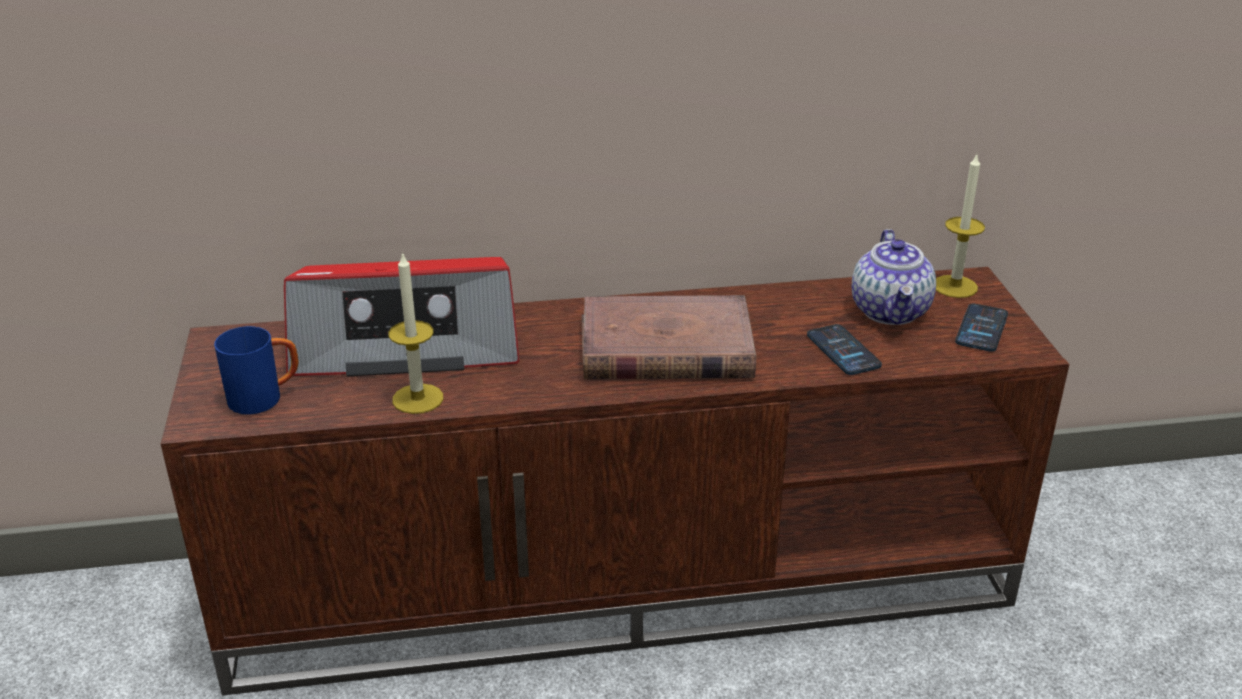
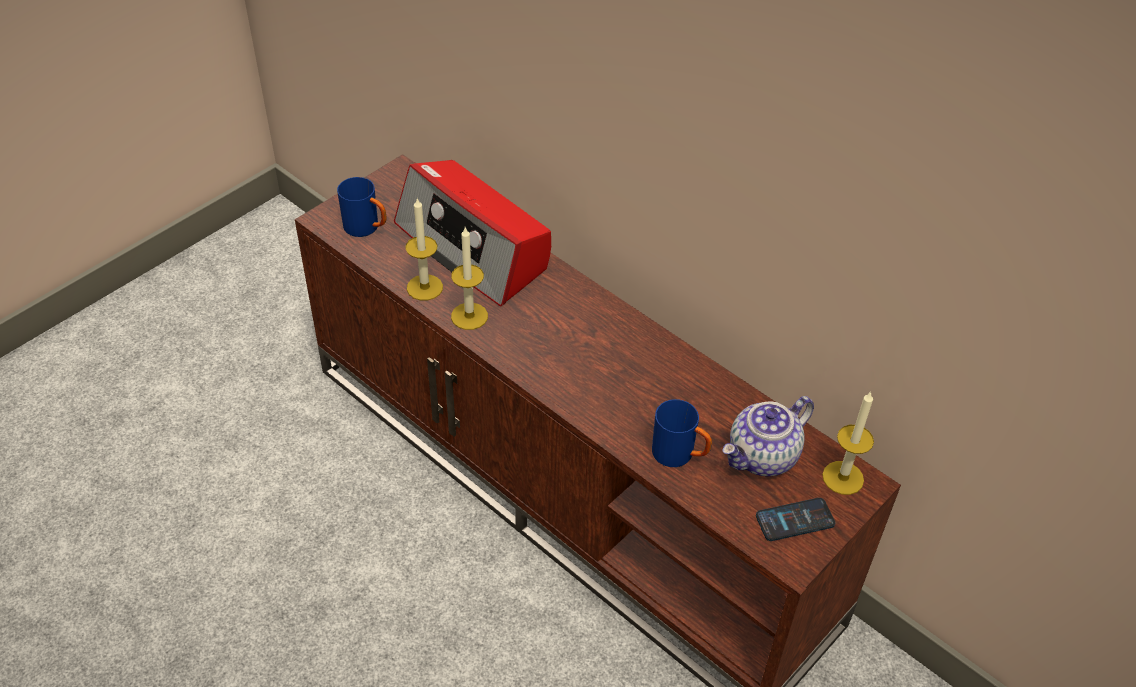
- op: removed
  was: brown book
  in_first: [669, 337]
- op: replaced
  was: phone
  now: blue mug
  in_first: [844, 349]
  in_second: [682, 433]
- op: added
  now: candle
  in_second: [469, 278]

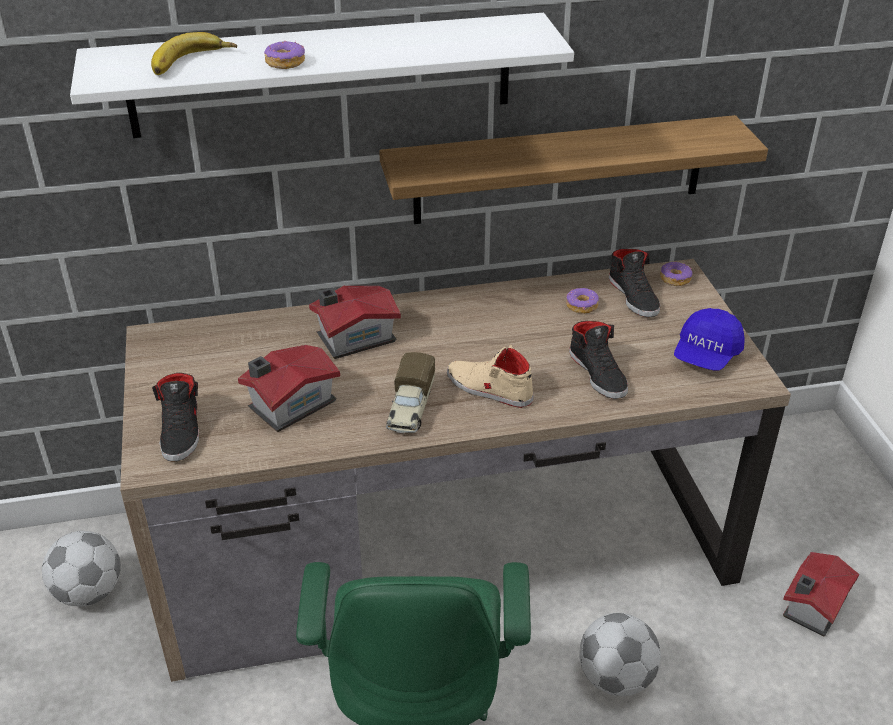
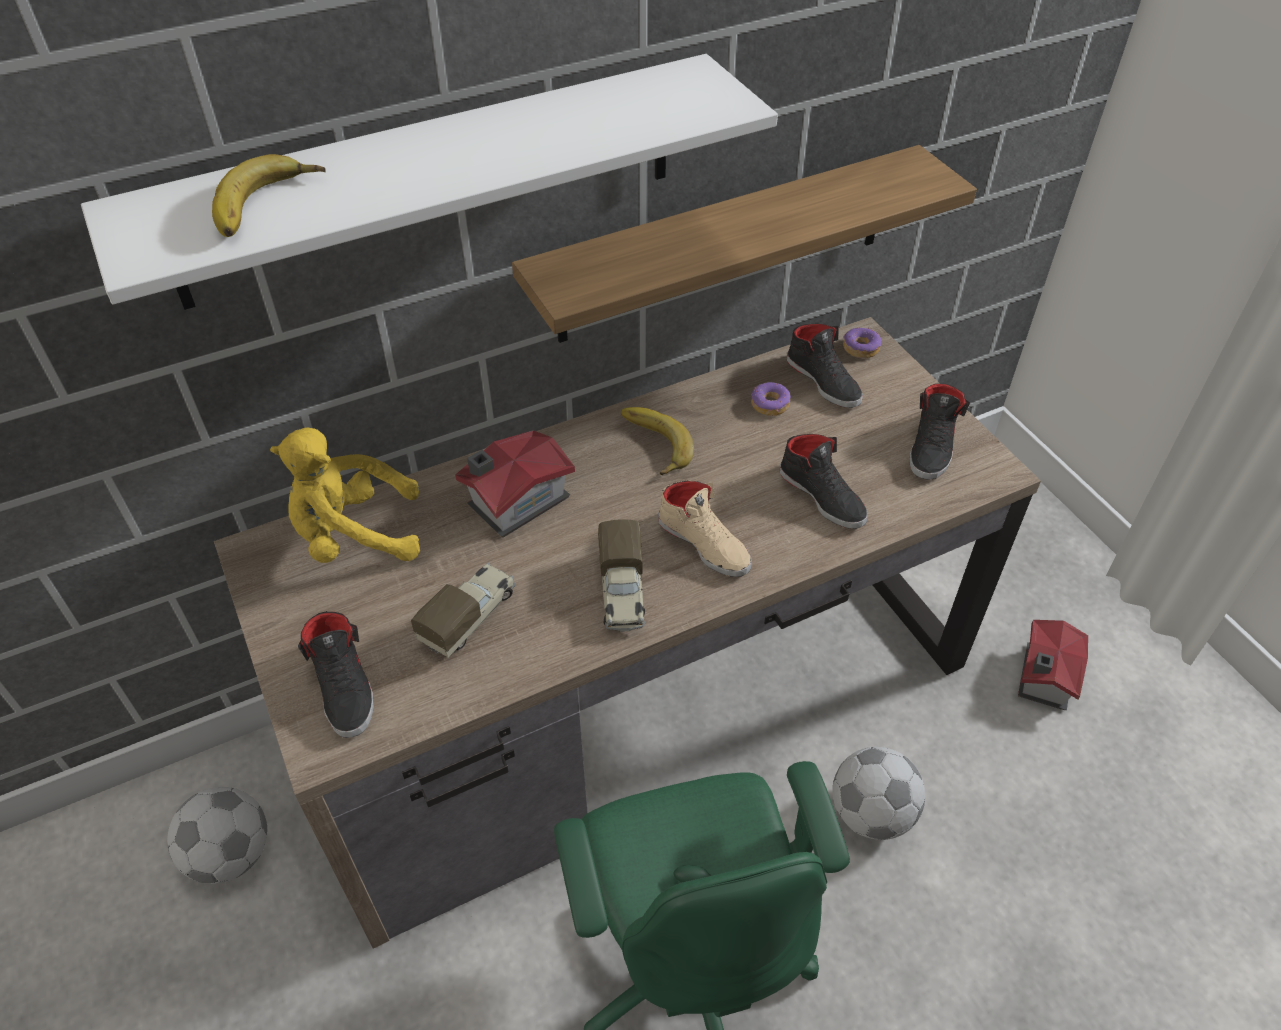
- op: replaced
  was: toy house
  now: toy truck
  in_first: [289, 388]
  in_second: [463, 610]
- op: removed
  was: donut
  in_first: [284, 55]
- op: turned
  was: beige shoe
  in_first: [490, 376]
  in_second: [705, 529]
  clockwise: -150
- op: replaced
  was: blue cap
  now: black shoe
  in_first: [709, 339]
  in_second: [940, 432]
- op: added
  now: yellow plush toy
  in_second: [345, 495]
- op: added
  now: banana
  in_second: [657, 441]

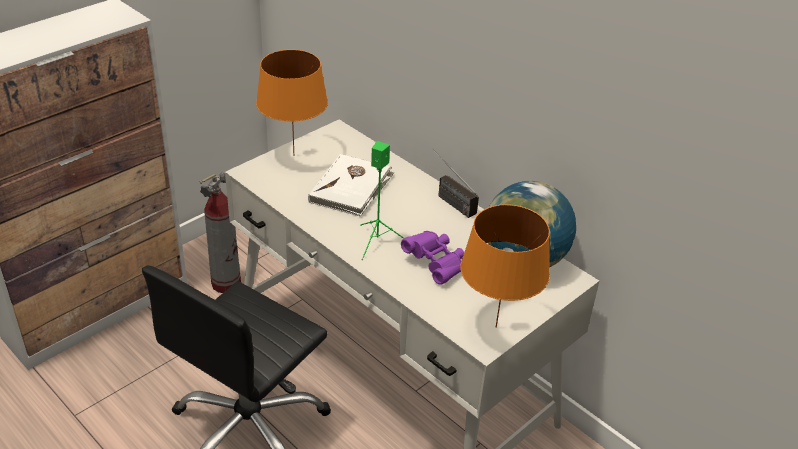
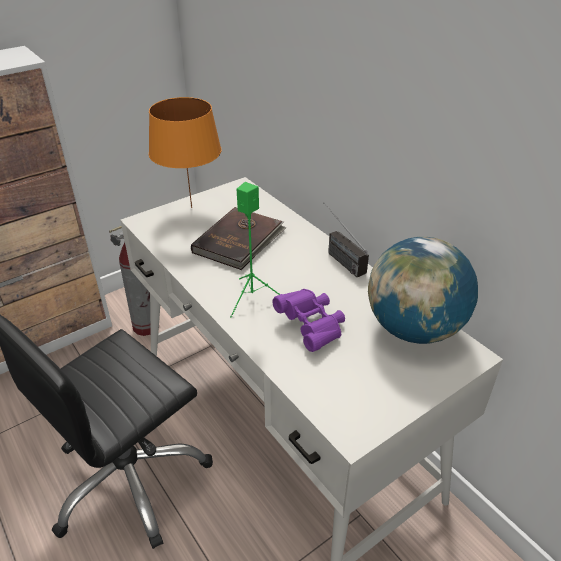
- op: recoloured
  was: white book
  now: brown book
  in_first: [351, 185]
  in_second: [239, 238]
- op: removed
  was: orange table lamp
  in_first: [505, 266]

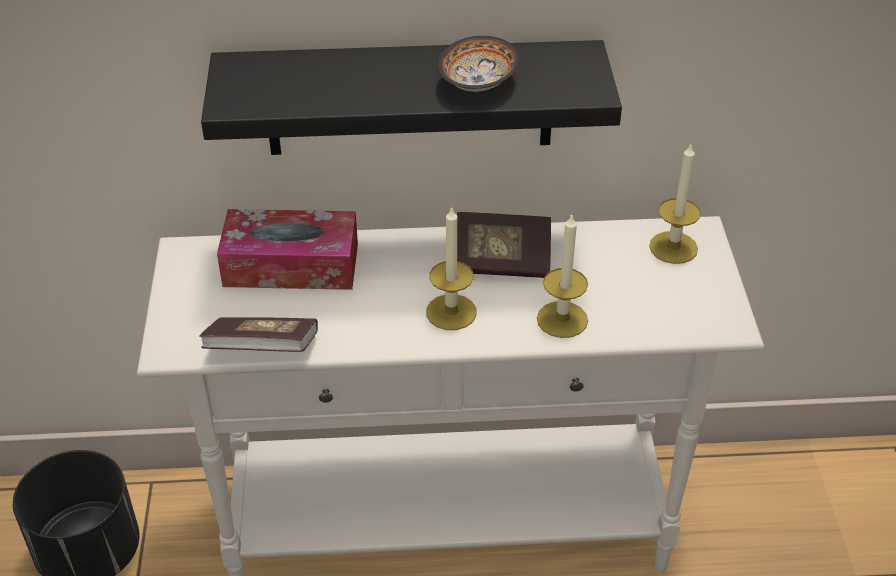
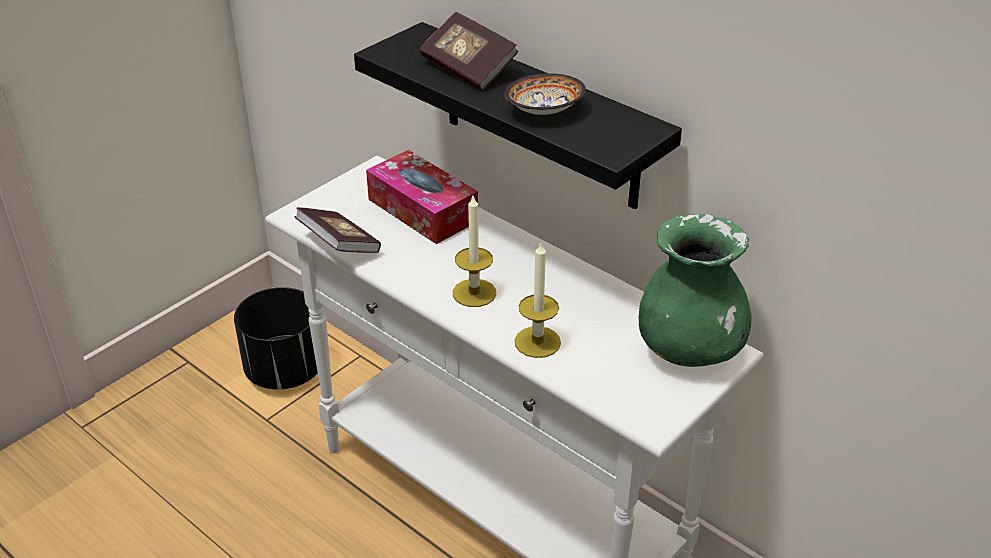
- op: moved
  was: book
  in_first: [504, 245]
  in_second: [469, 51]
- op: replaced
  was: candle
  now: green vase
  in_first: [675, 204]
  in_second: [695, 290]

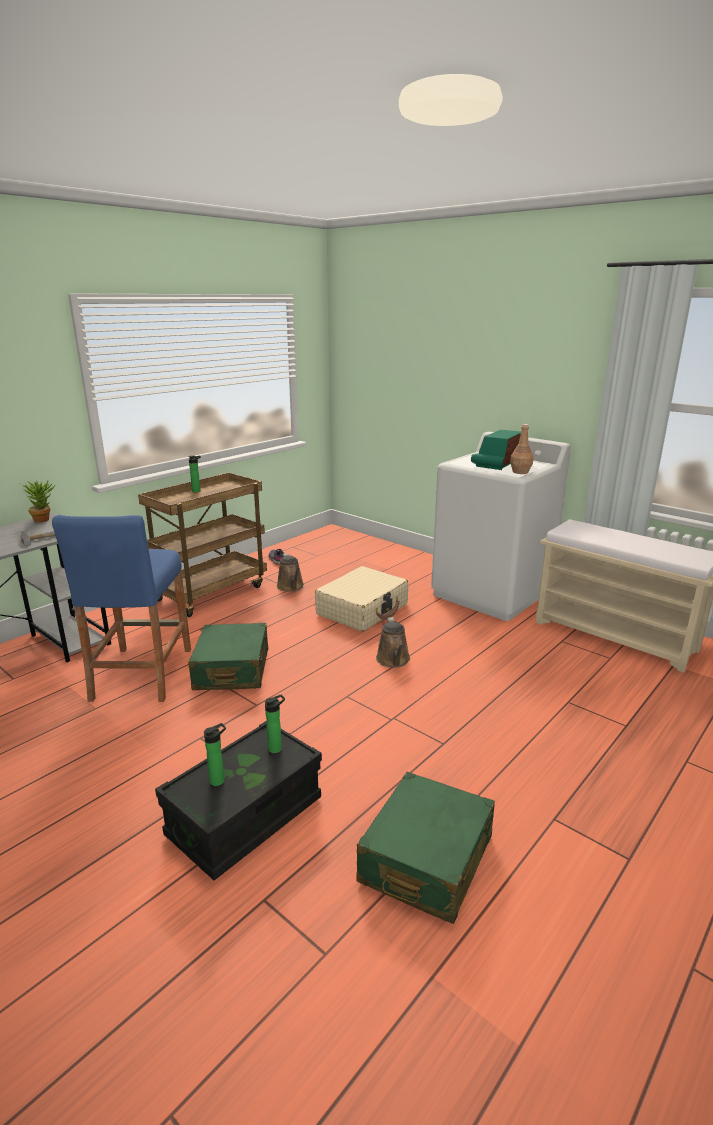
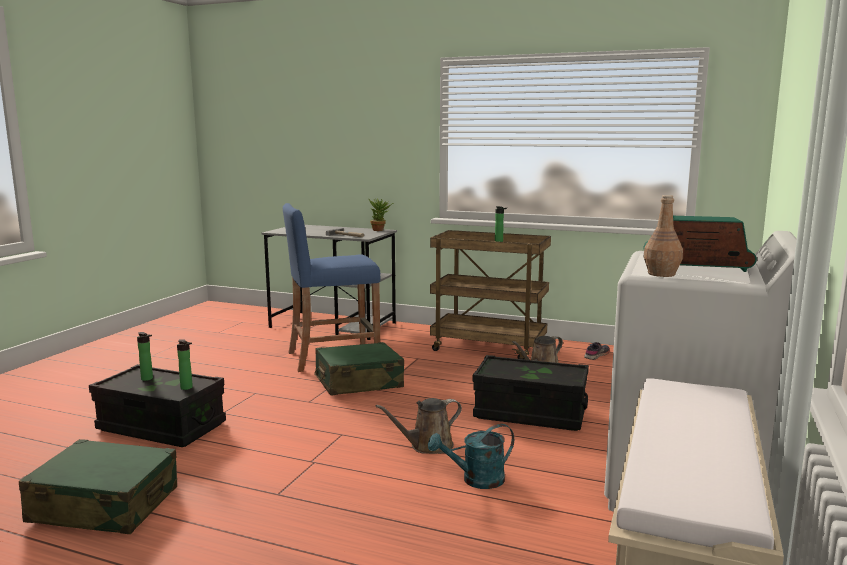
- op: replaced
  was: beige suitcase
  now: black storage box
  in_first: [361, 598]
  in_second: [530, 393]
- op: added
  now: turquoise watering can
  in_second: [471, 456]

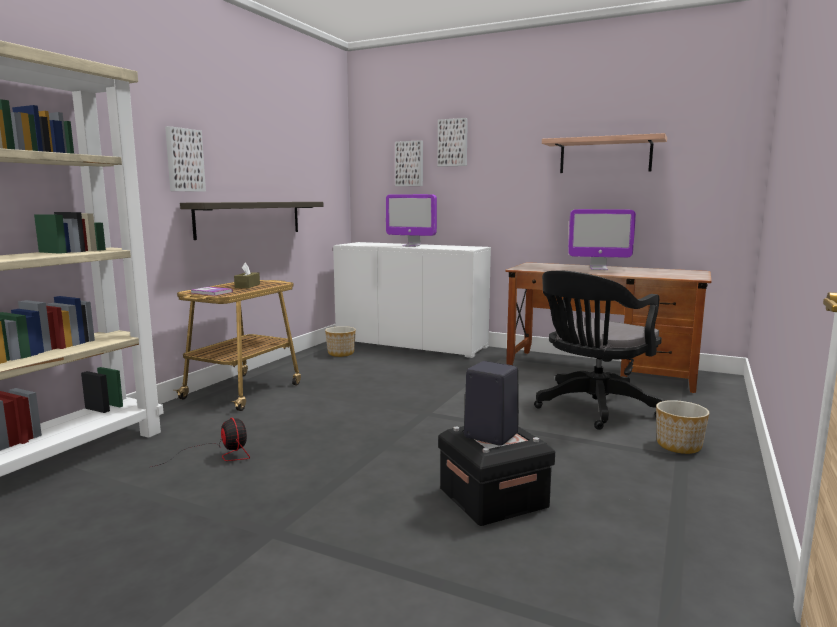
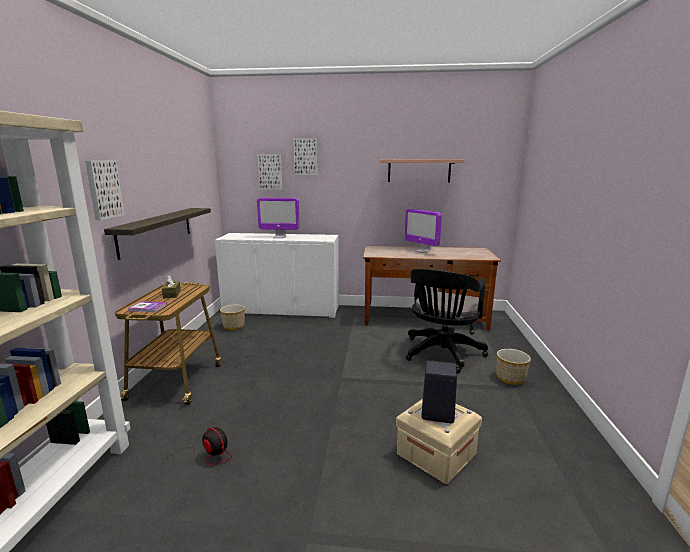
- op: recoloured
  was: black storage box
  now: beige storage box
  in_first: [496, 476]
  in_second: [439, 441]
- op: turned
  was: monitor
  in_first: [602, 239]
  in_second: [423, 231]
  clockwise: 60

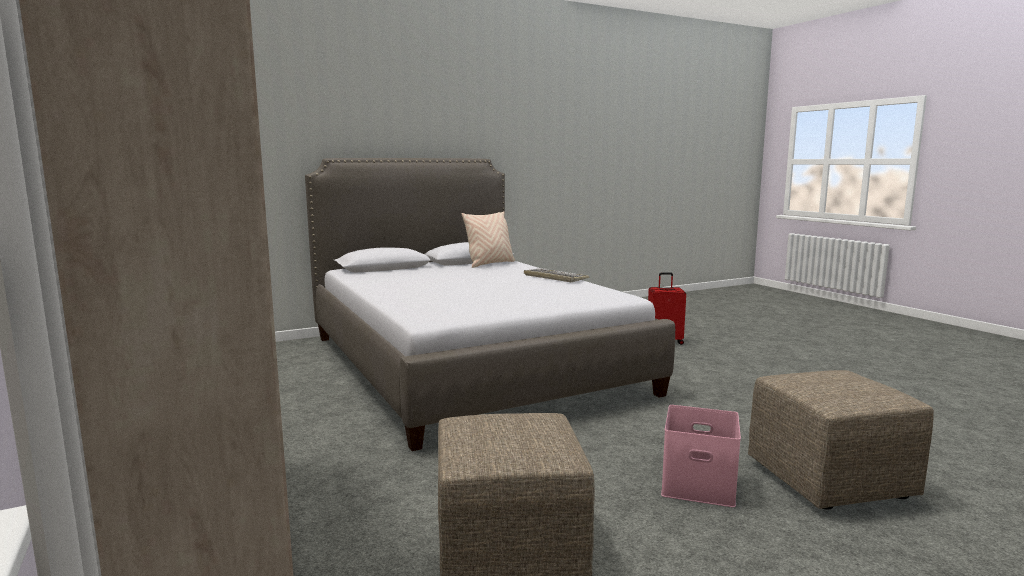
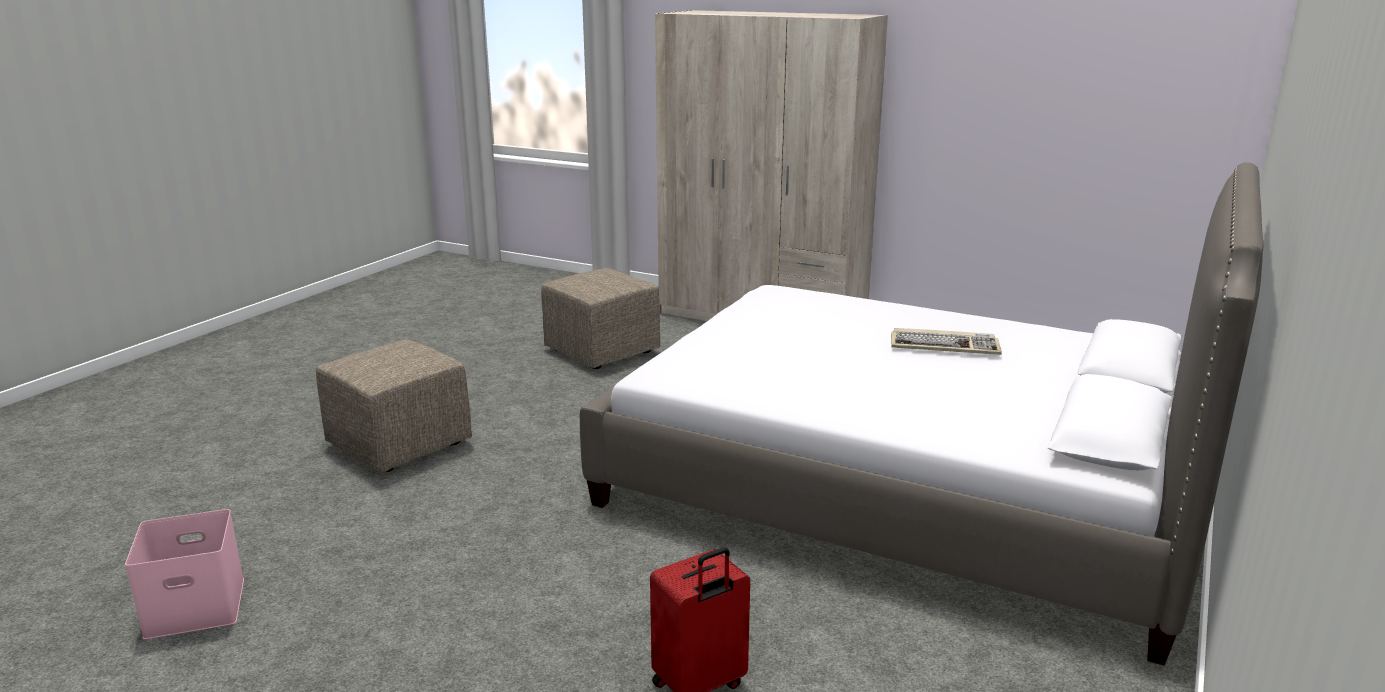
- op: removed
  was: beige pillow
  in_first: [488, 239]
- op: moved
  was: keyboard
  in_first: [556, 275]
  in_second: [946, 341]
- op: moved
  was: pink storage box
  in_first: [701, 456]
  in_second: [184, 574]

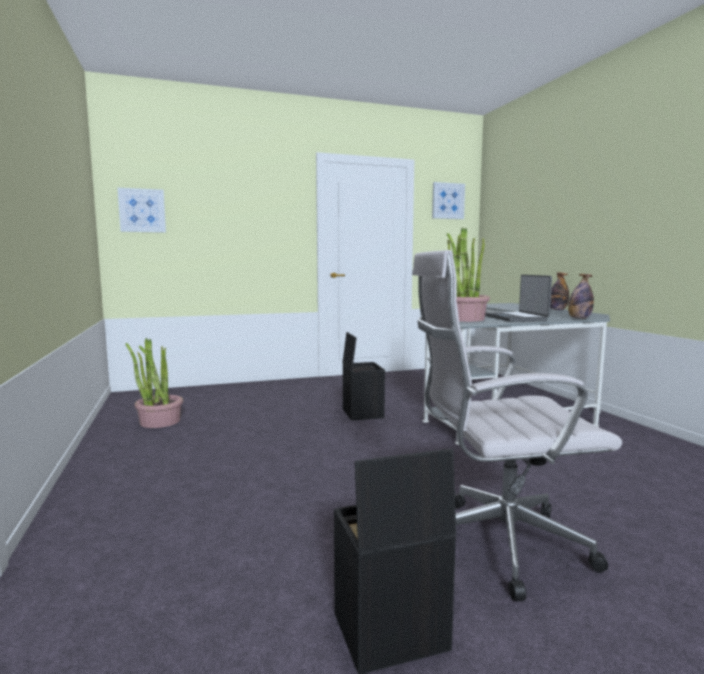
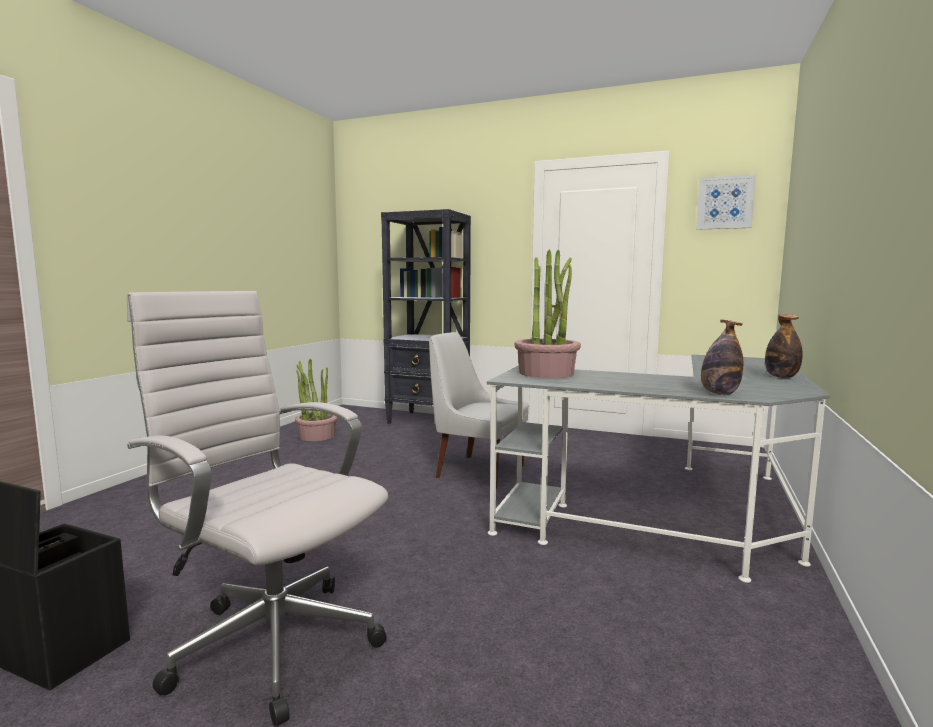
- op: removed
  was: picture
  in_first: [141, 210]
- op: replaced
  was: black storage box
  now: white chair
  in_first: [364, 376]
  in_second: [479, 410]
- op: removed
  was: laptop
  in_first: [518, 298]
- op: added
  now: black bookcase
  in_second: [426, 316]

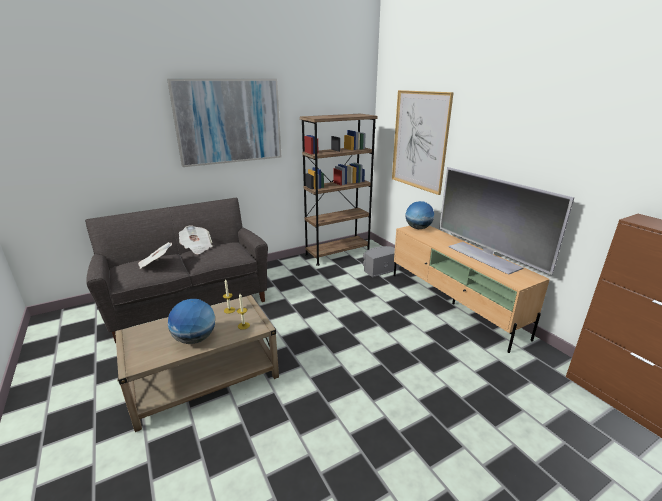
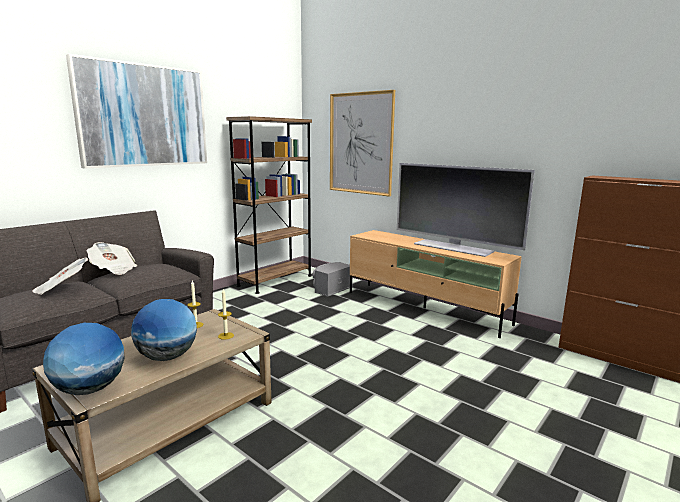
- op: moved
  was: globe
  in_first: [420, 215]
  in_second: [84, 359]

